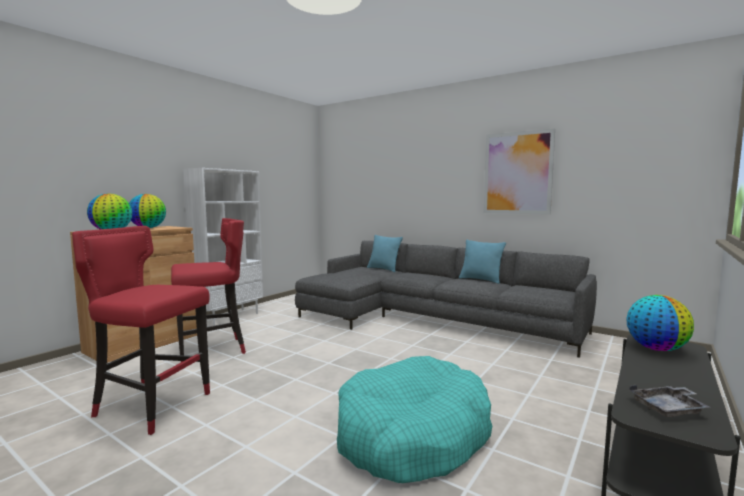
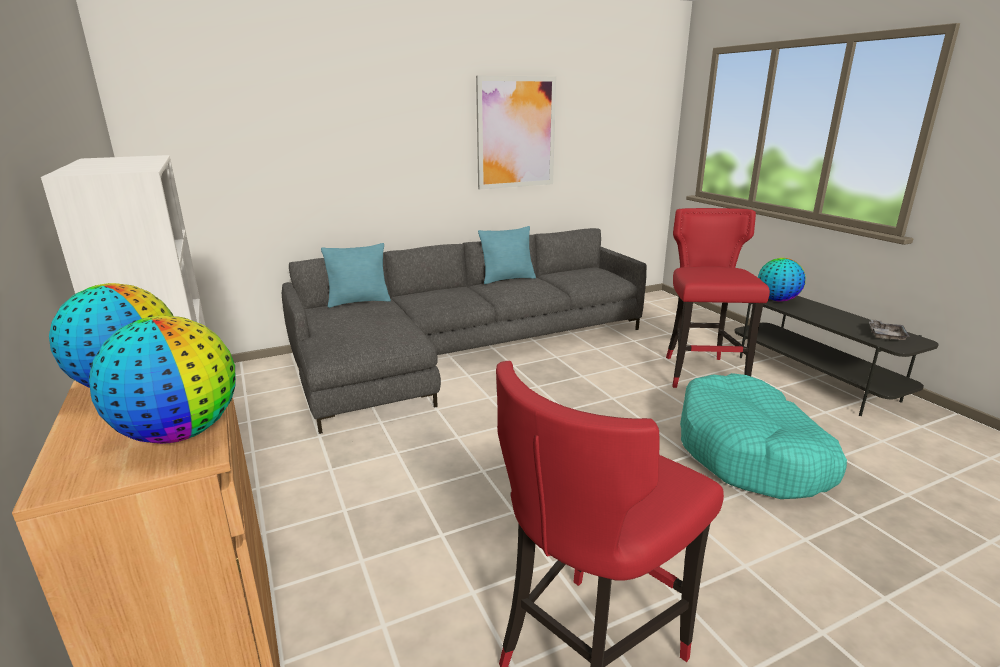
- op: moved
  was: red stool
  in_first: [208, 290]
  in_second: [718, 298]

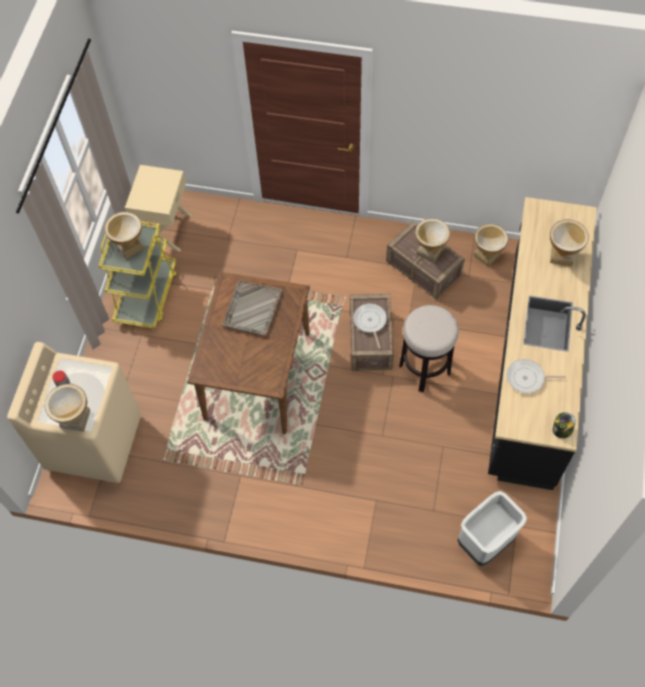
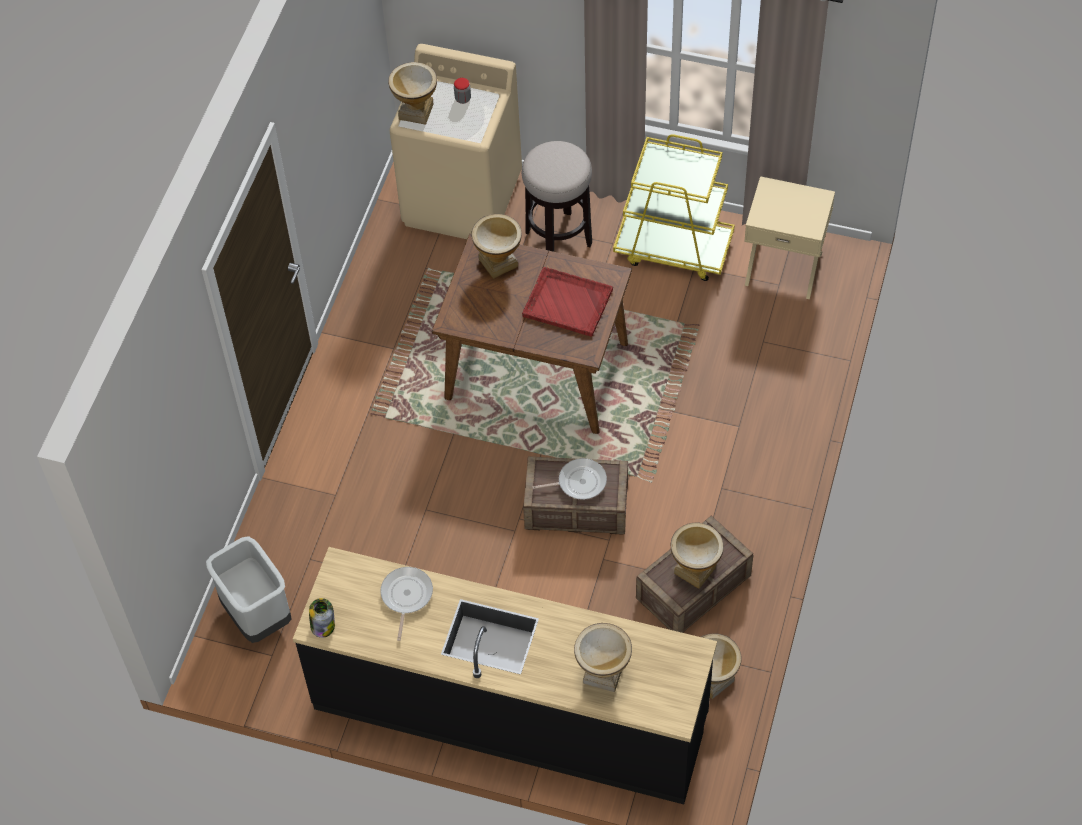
- op: moved
  was: vase
  in_first: [124, 235]
  in_second: [496, 246]
- op: recoloured
  was: grey tray
  now: red tray
  in_first: [252, 308]
  in_second: [567, 301]
- op: moved
  was: stool
  in_first: [429, 348]
  in_second: [557, 196]

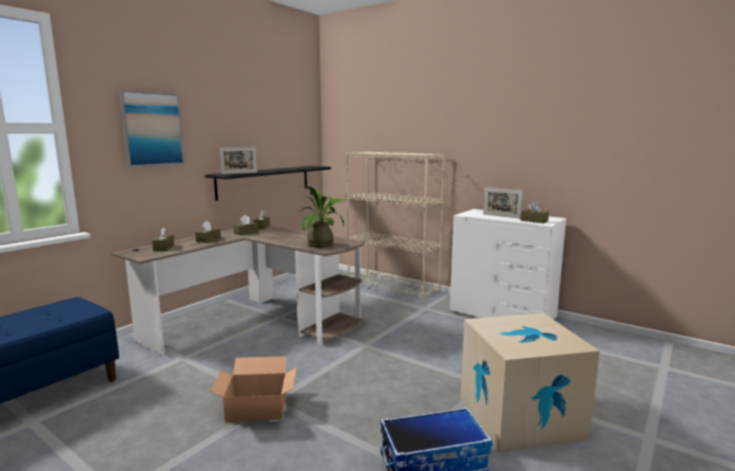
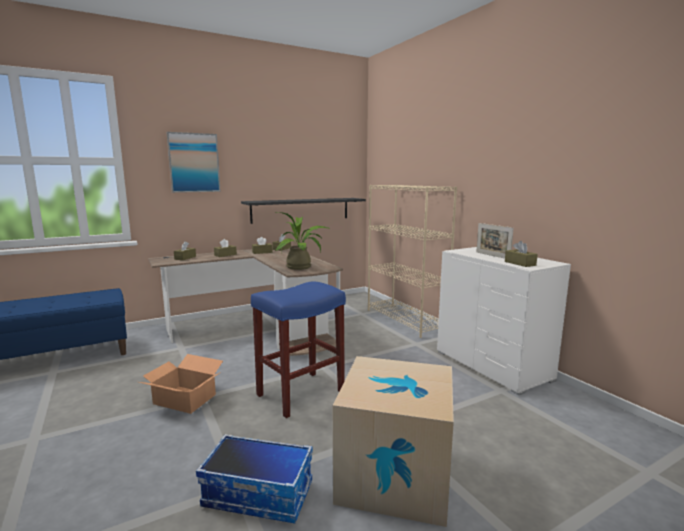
- op: removed
  was: picture frame
  in_first: [238, 160]
- op: added
  now: blue stool
  in_second: [298, 349]

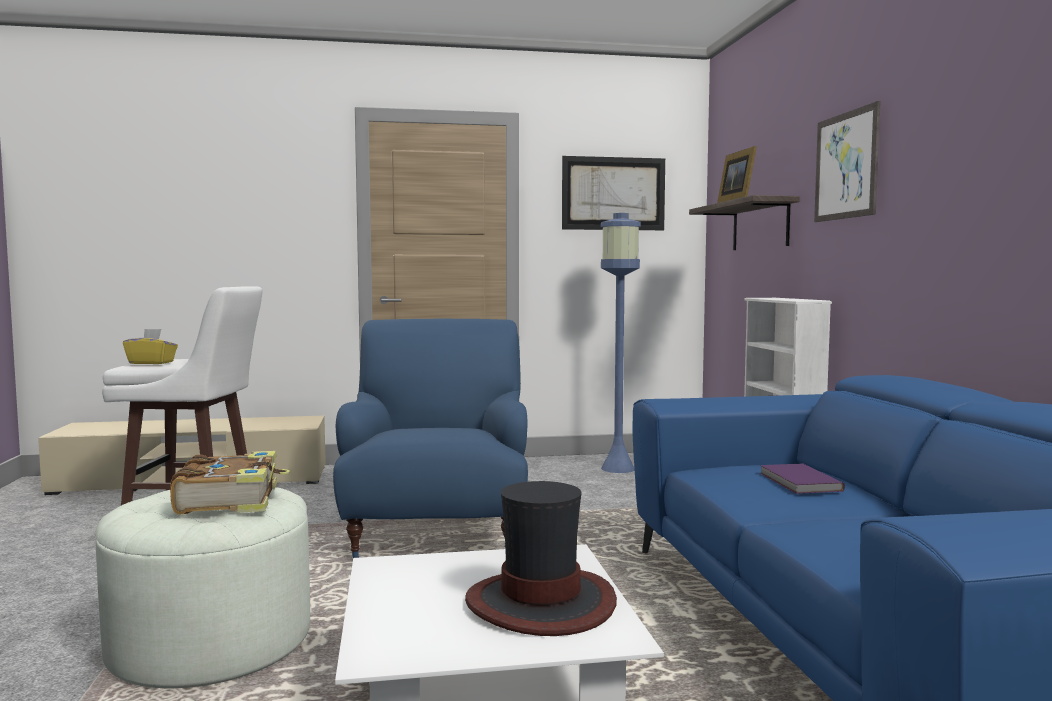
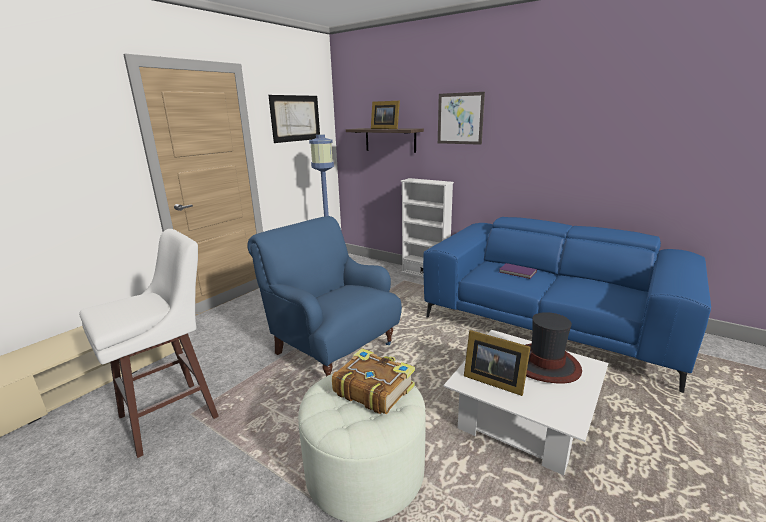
- op: removed
  was: yellow tissue box
  in_first: [150, 346]
- op: added
  now: picture frame
  in_second: [497, 363]

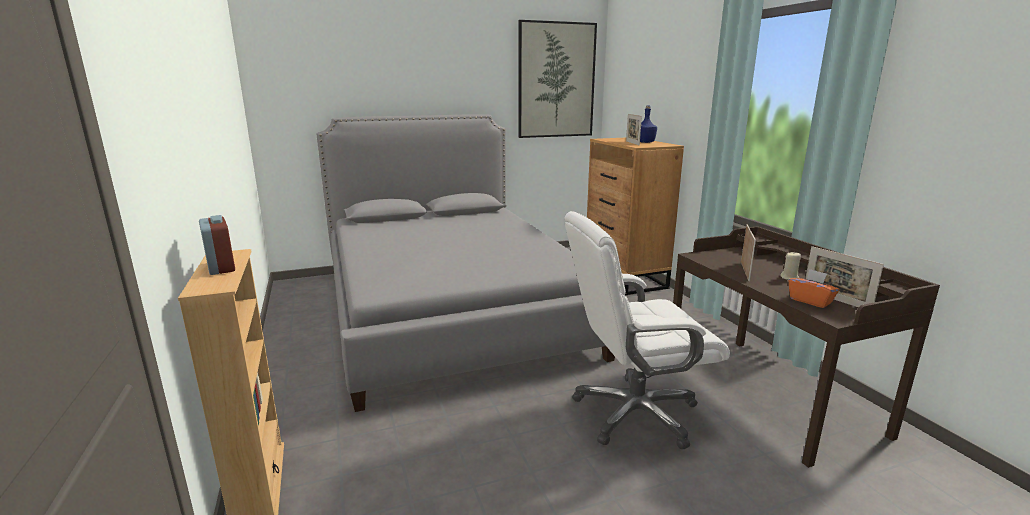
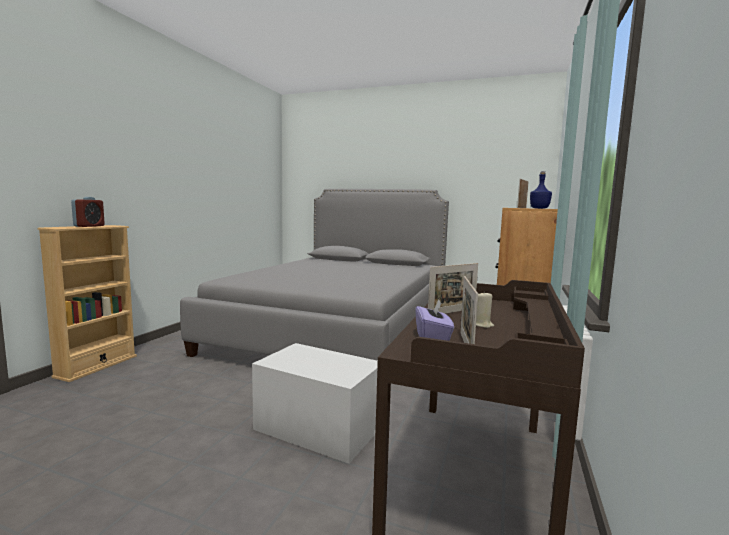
- op: removed
  was: picture
  in_first: [557, 79]
- op: replaced
  was: white office chair
  now: white storage box
  in_first: [647, 330]
  in_second: [315, 403]
- op: recoloured
  was: orange tissue box
  now: purple tissue box
  in_first: [814, 288]
  in_second: [434, 320]

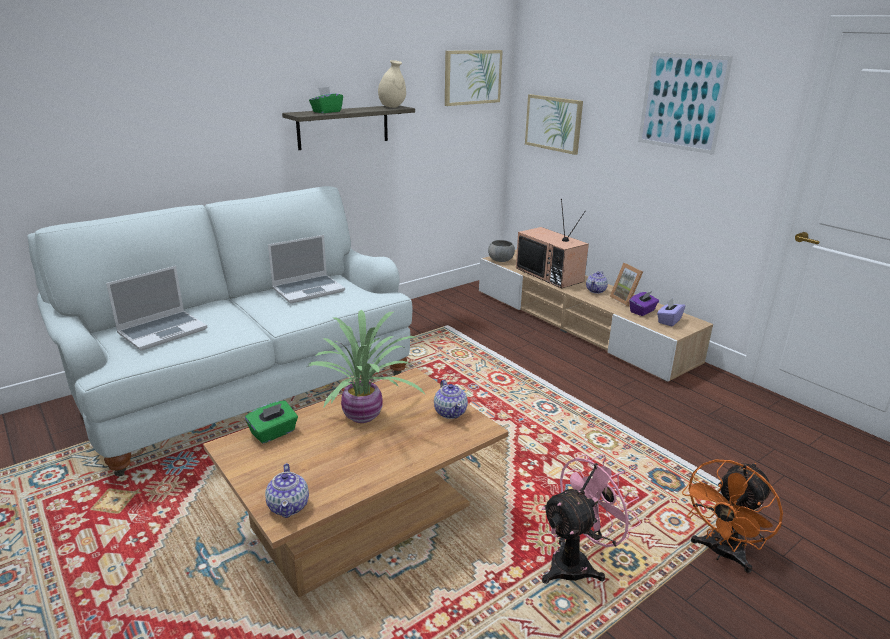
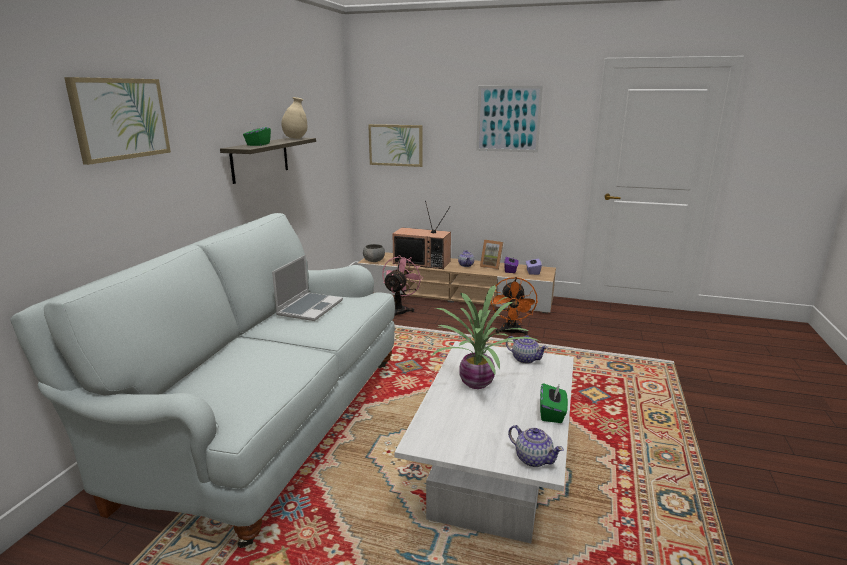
- op: removed
  was: laptop
  in_first: [156, 308]
- op: recoloured
  was: brown coffee table
  now: white coffee table
  in_first: [356, 483]
  in_second: [484, 442]
- op: moved
  was: green tissue box
  in_first: [271, 422]
  in_second: [554, 403]
- op: moved
  was: picture
  in_first: [474, 78]
  in_second: [117, 121]
- op: moved
  was: pink fan
  in_first: [591, 519]
  in_second: [401, 285]
- op: moved
  was: orange fan
  in_first: [732, 516]
  in_second: [514, 306]

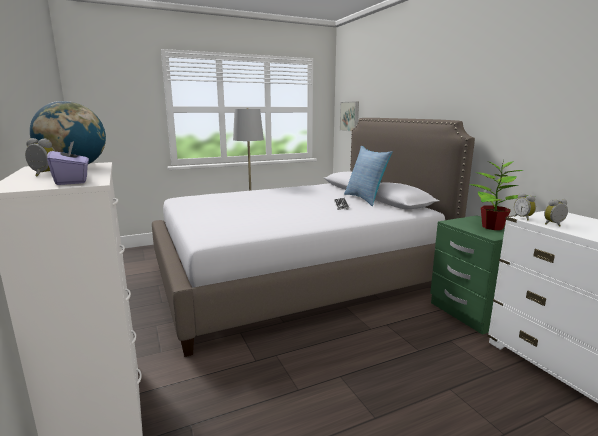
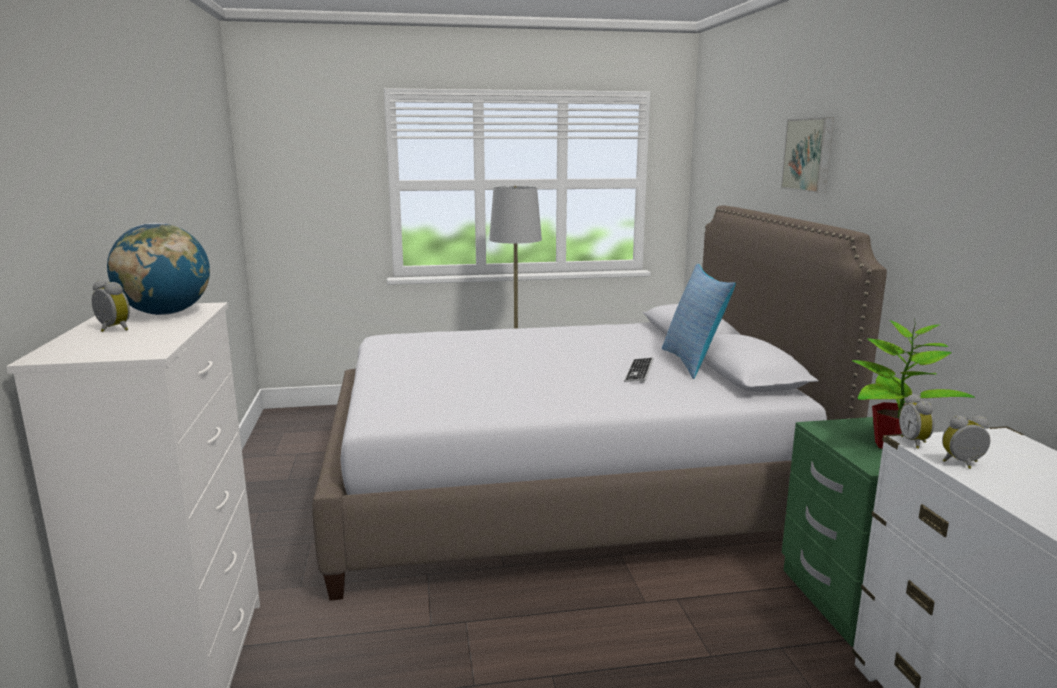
- op: removed
  was: purple tissue box
  in_first: [68, 163]
- op: moved
  was: picture
  in_first: [349, 116]
  in_second: [807, 155]

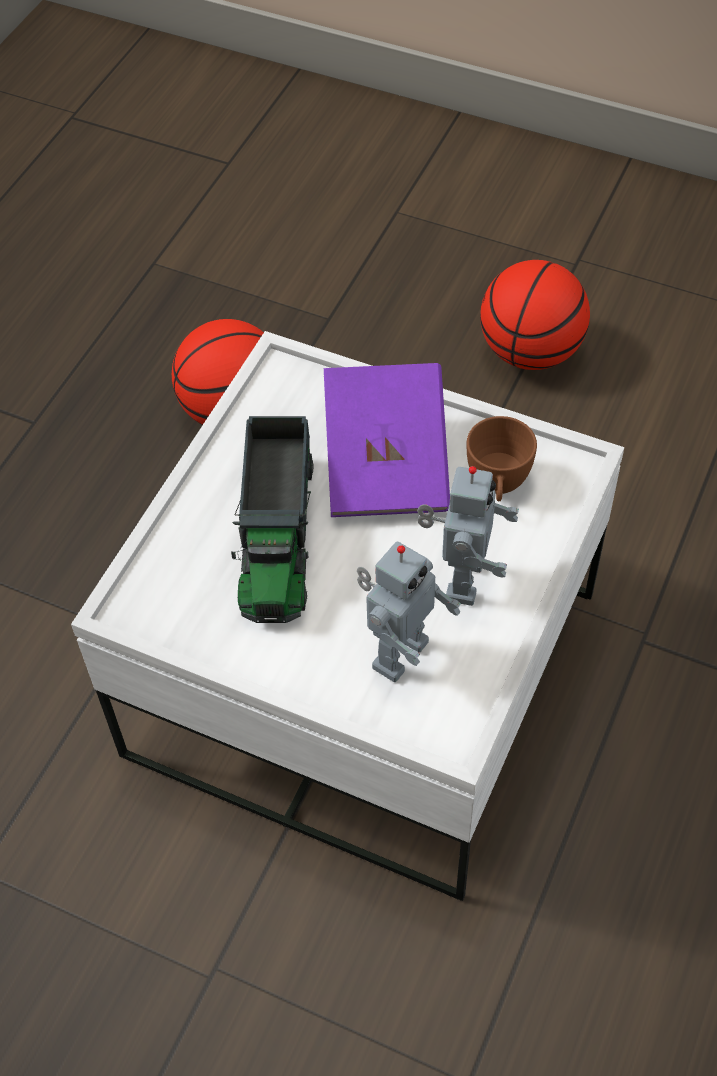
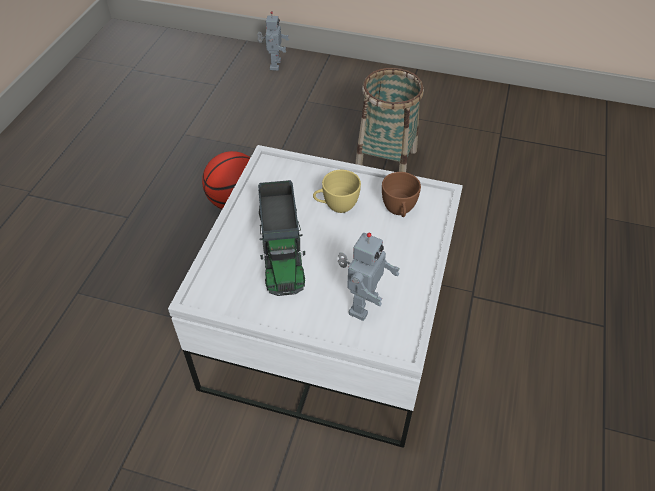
- op: replaced
  was: purple book
  now: yellow cup
  in_first: [387, 440]
  in_second: [337, 191]
- op: moved
  was: toy robot
  in_first: [468, 536]
  in_second: [273, 41]
- op: replaced
  was: basketball
  now: basket
  in_first: [535, 315]
  in_second: [389, 120]

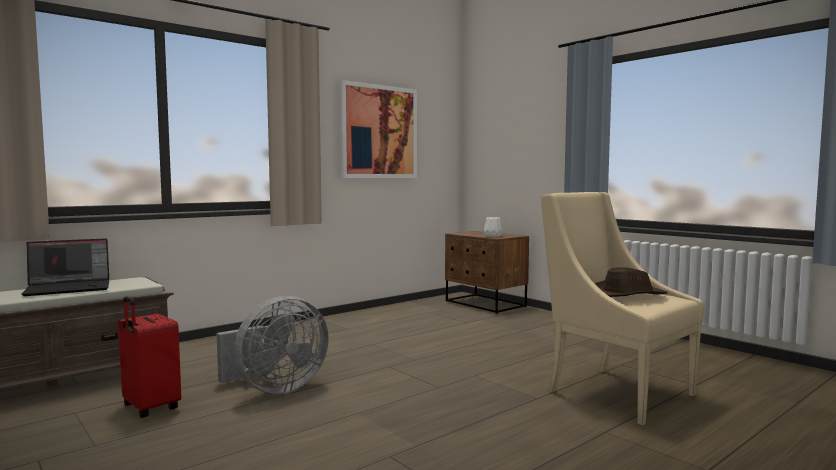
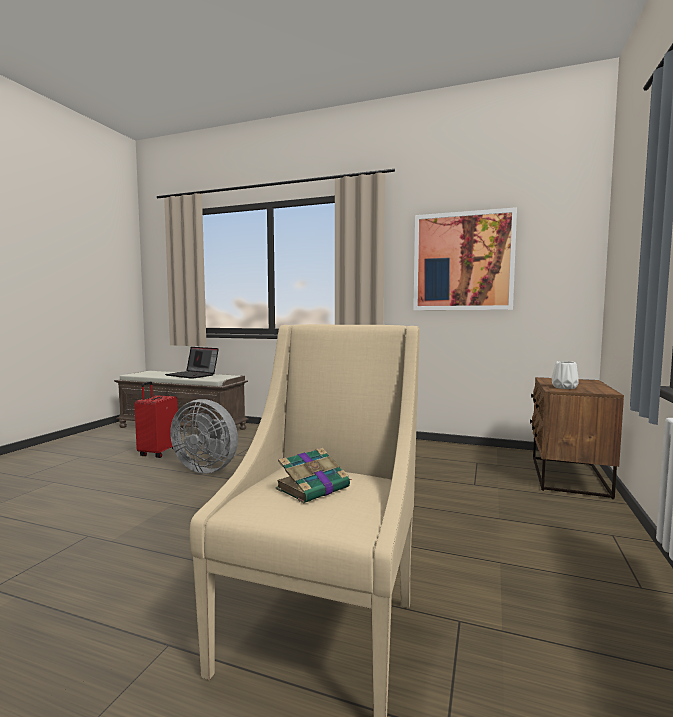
- op: replaced
  was: brown hat
  now: book
  in_first: [631, 282]
  in_second: [314, 475]

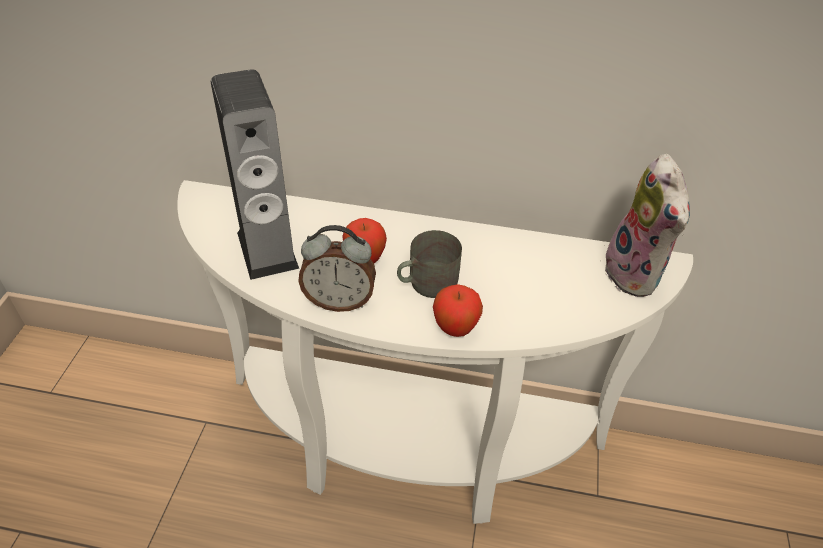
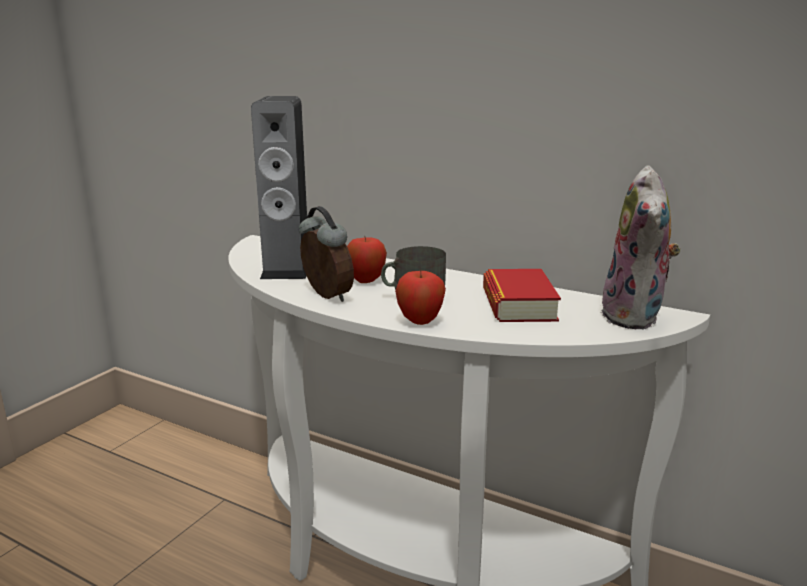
- op: turned
  was: alarm clock
  in_first: [337, 268]
  in_second: [326, 254]
  clockwise: -150
- op: added
  now: book
  in_second: [522, 295]

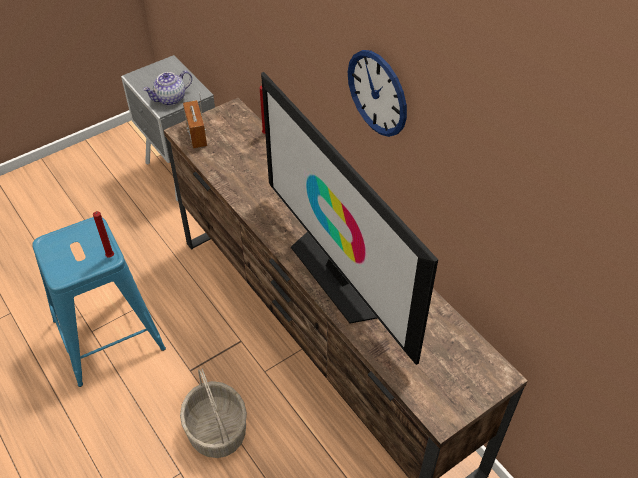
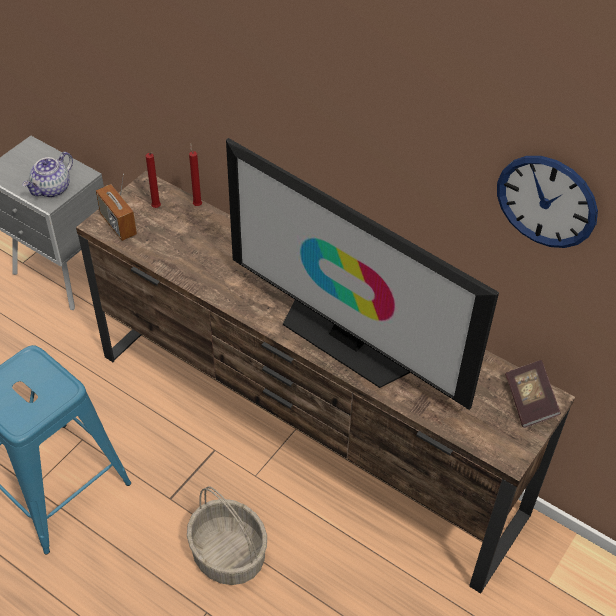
- op: moved
  was: red candle
  in_first: [103, 234]
  in_second: [153, 180]
- op: moved
  was: wall clock
  in_first: [377, 93]
  in_second: [547, 202]
- op: added
  now: book
  in_second: [533, 394]

